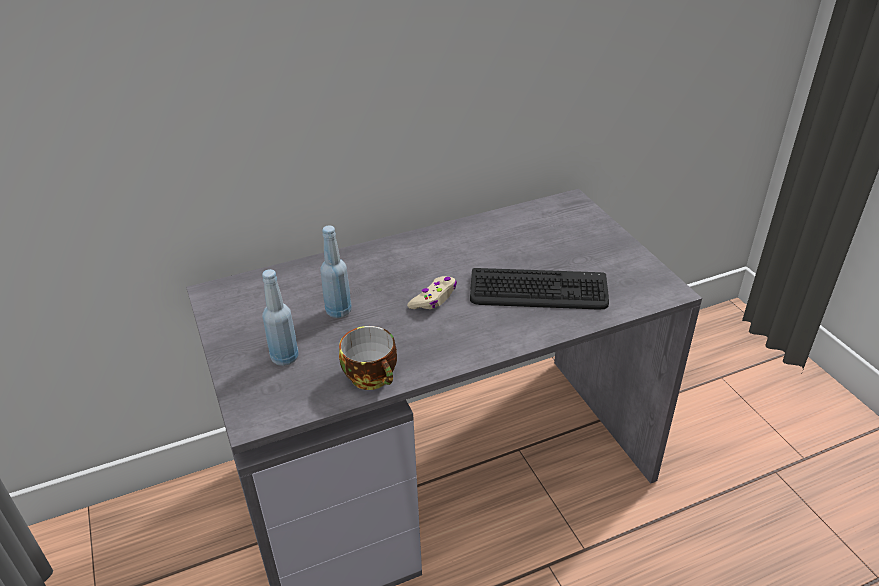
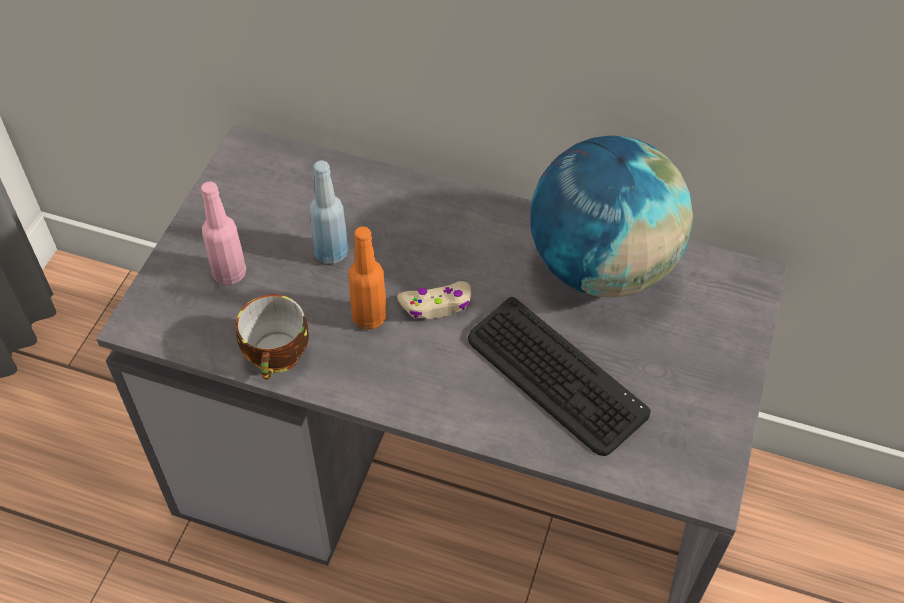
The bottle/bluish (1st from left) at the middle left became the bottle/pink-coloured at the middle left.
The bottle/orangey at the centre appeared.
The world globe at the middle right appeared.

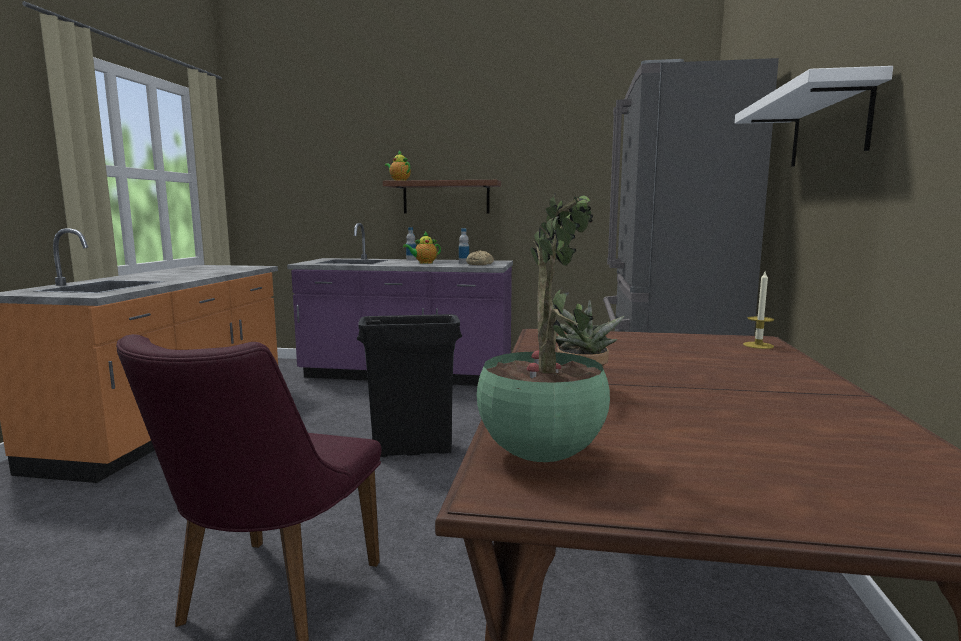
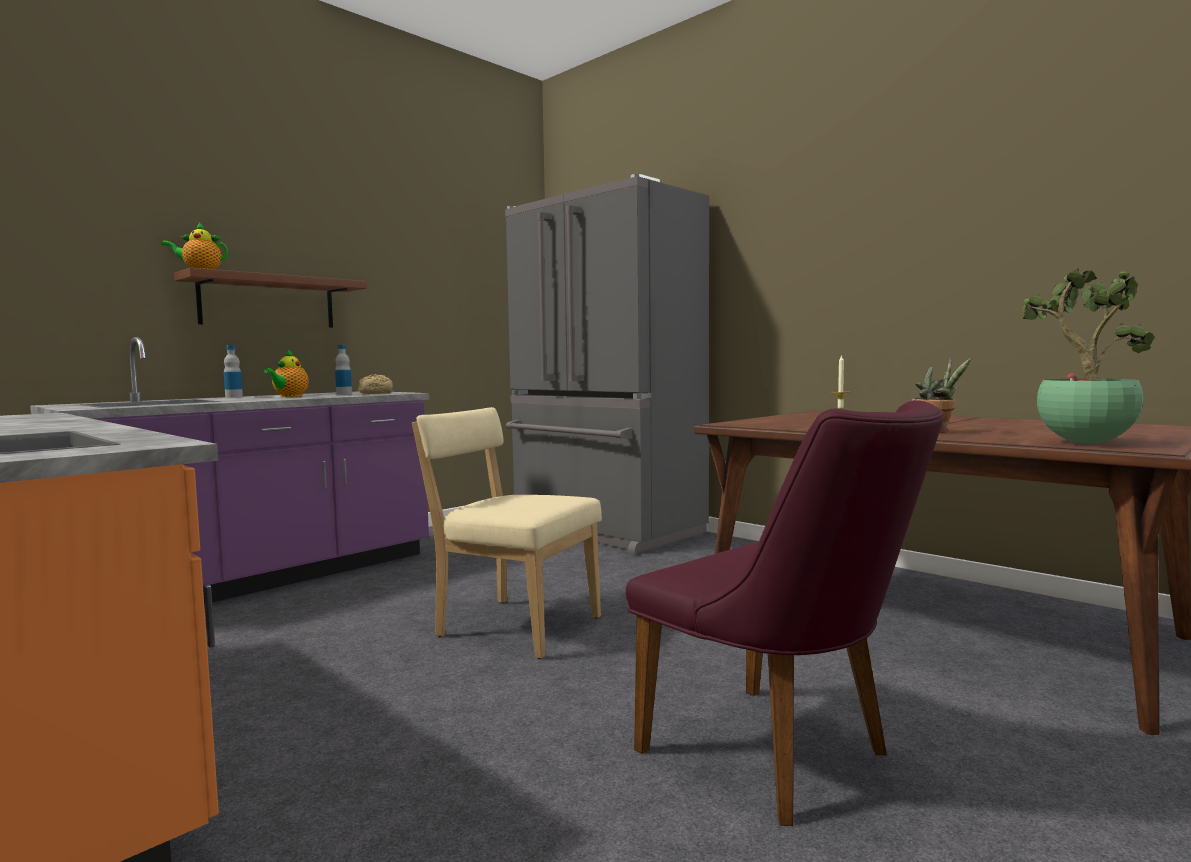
The waste bin/black-coloured at the centre was replaced by the upright chair/beige at the centre.
The shelf/white-coloured at the top right disappeared.

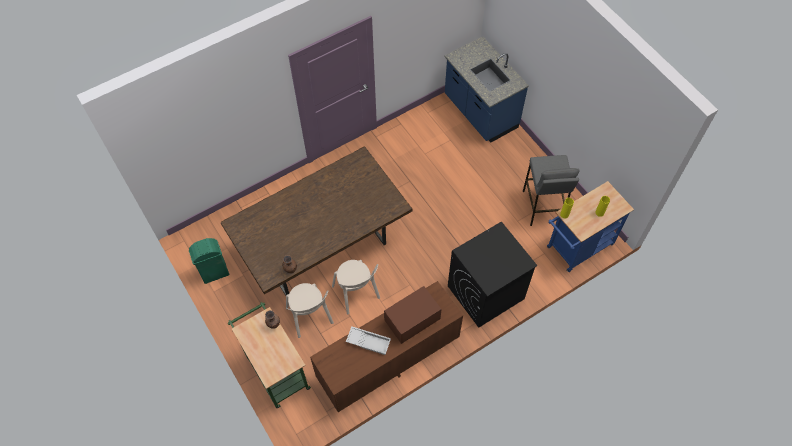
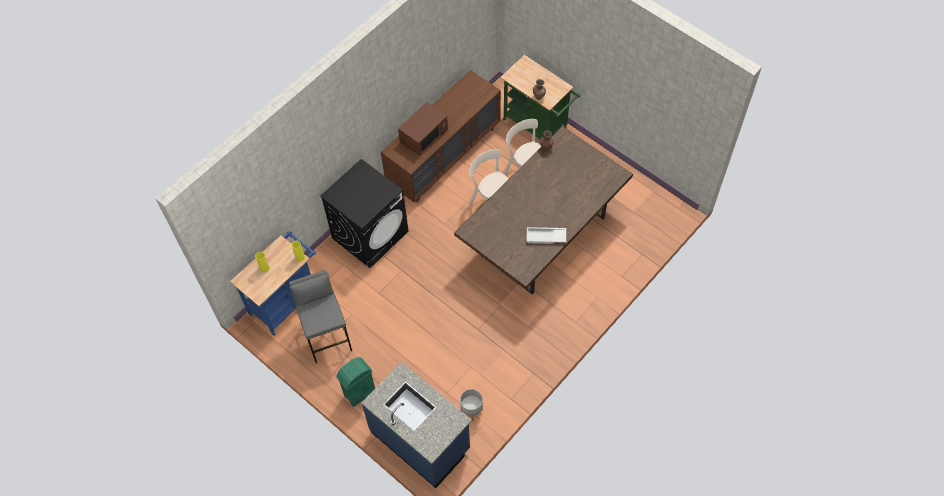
The waste bin/green-coloured moved from the middle left to the bottom centre.
The tray/white-coloured moved from the bottom centre to the centre.
The flower pot/greyish at the bottom centre appeared.

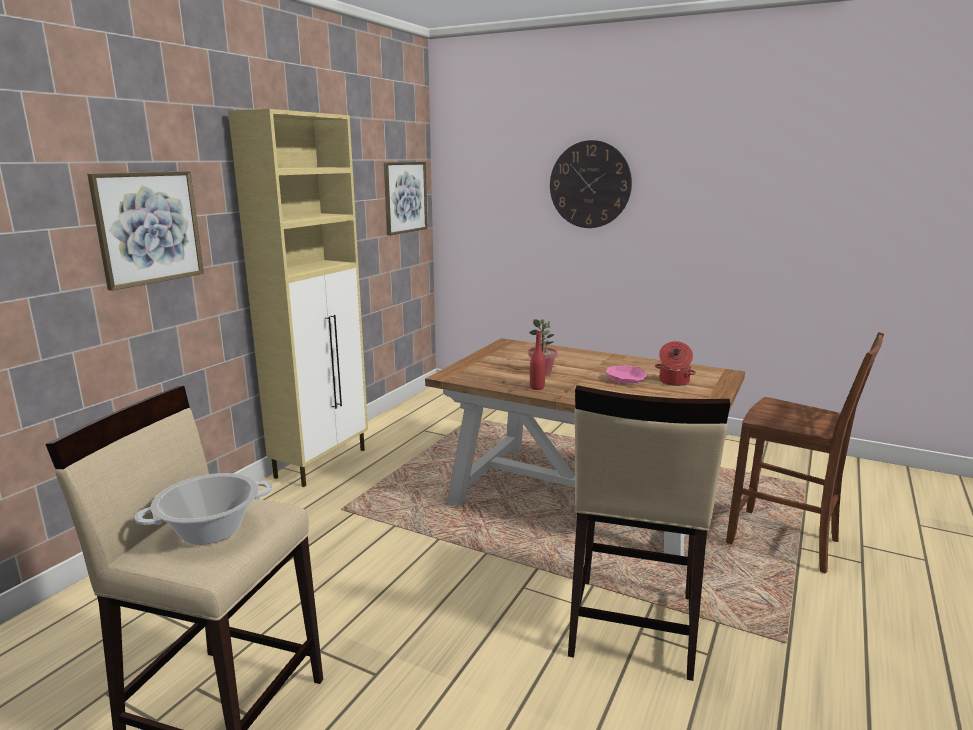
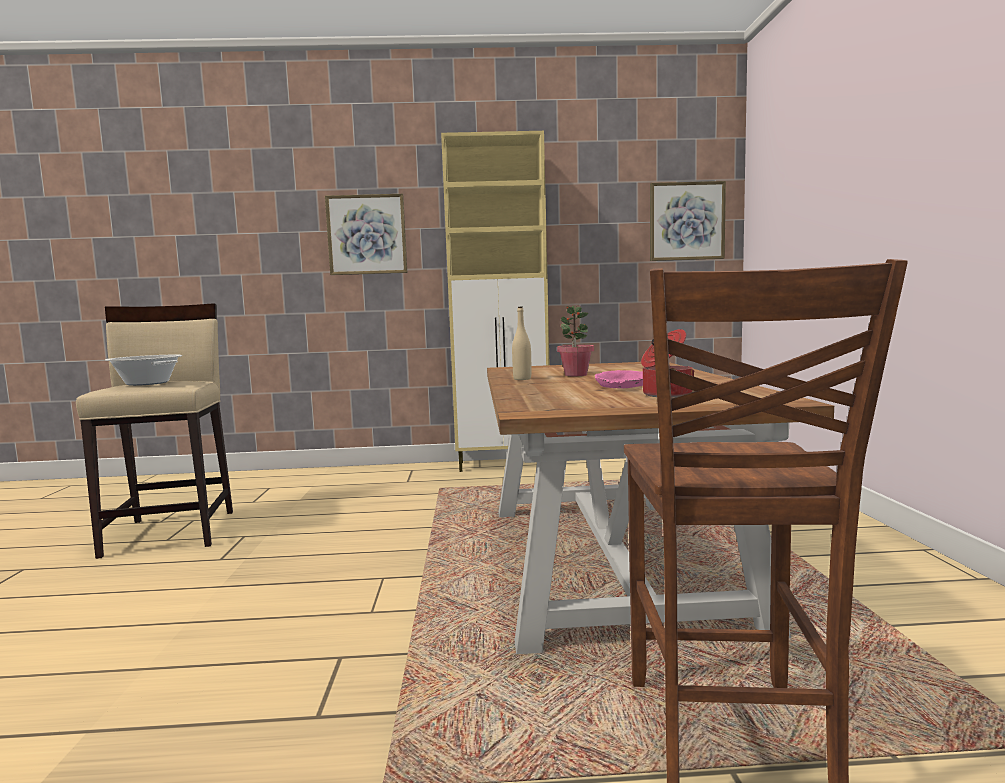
The bottle/red-coloured at the centre became the bottle/beige at the centre.
The wall clock at the top centre disappeared.
The stool seat/beige (2nd from left) at the bottom right disappeared.

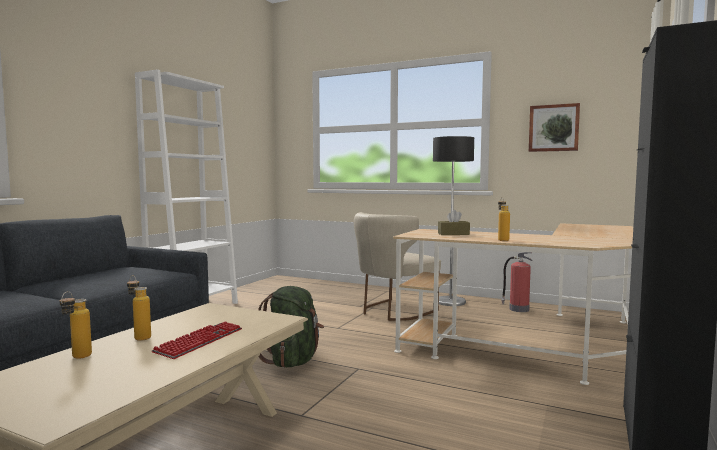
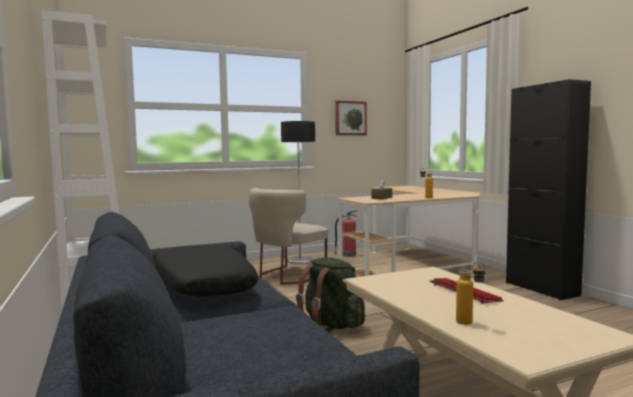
The bottle (2nd from left) at the bottom left disappeared.
The upright chair/beige at the centre turned 45 degrees clockwise.
The throw pillow/black-coloured at the bottom left appeared.

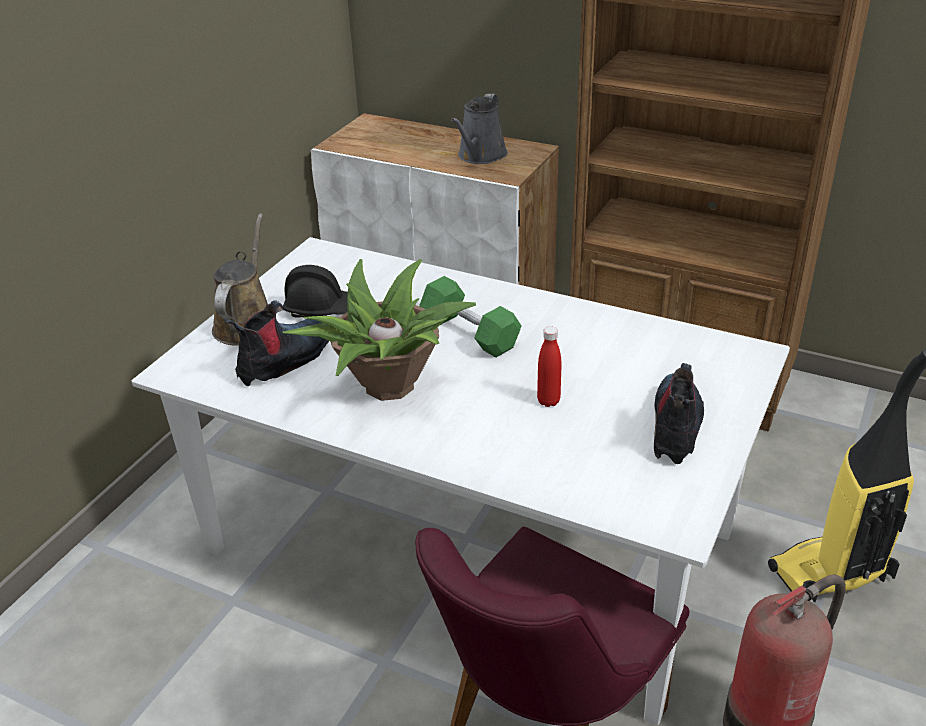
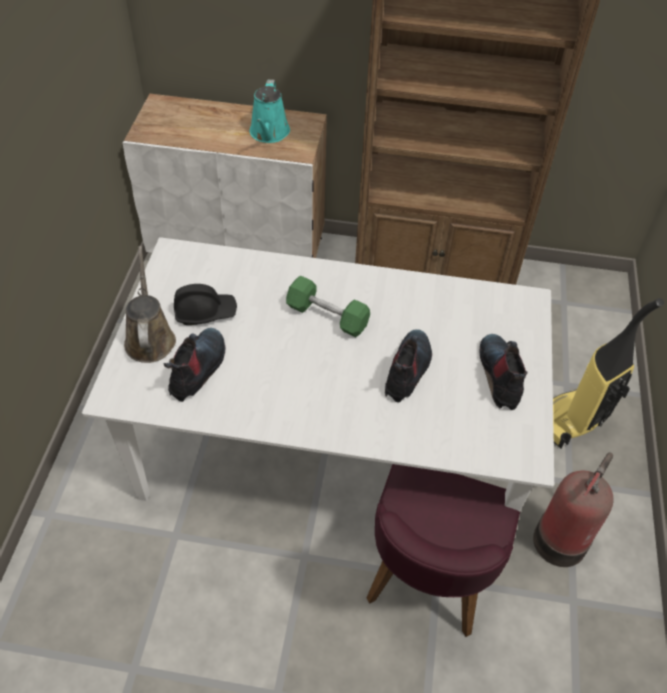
The plant in a pot at the centre disappeared.
The watering can/greyish at the top centre became the watering can/turquoise-coloured at the top centre.
The bottle/red-coloured at the centre was replaced by the high-top boot (2nd from left) at the centre.

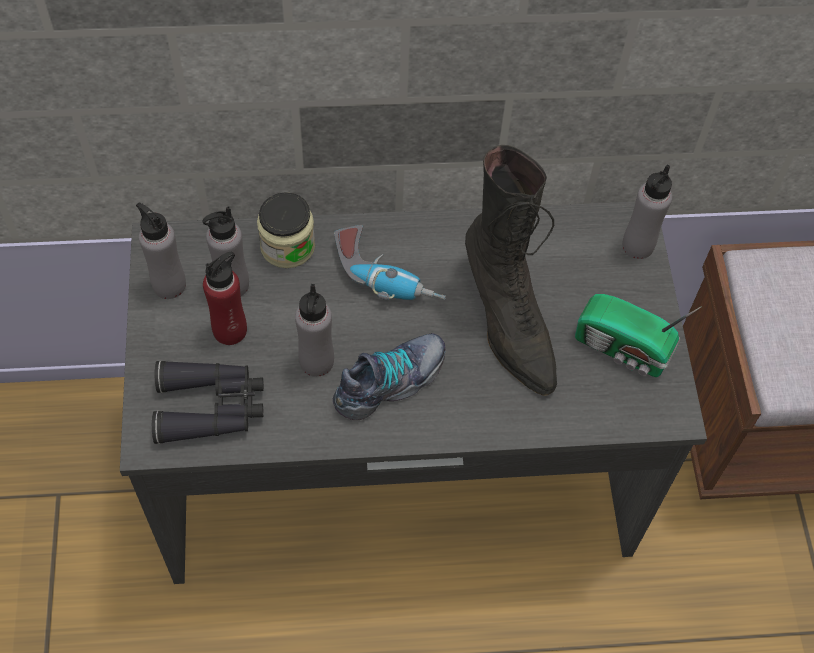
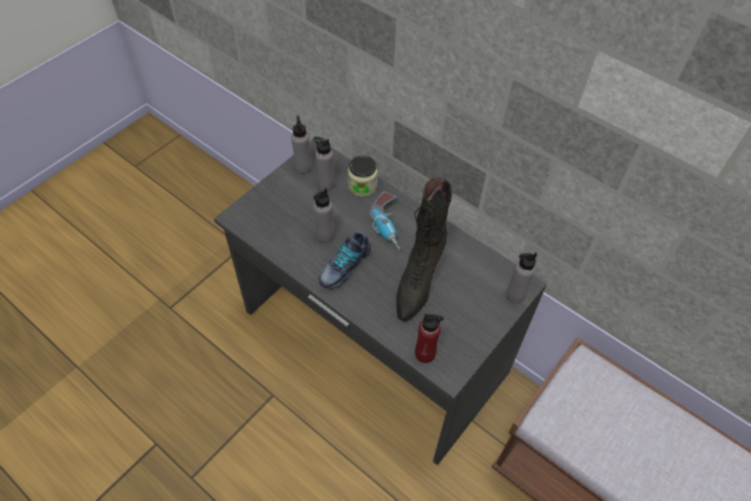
The binoculars/black-coloured at the middle left disappeared.
The bottle/red-coloured moved from the middle left to the bottom centre.
The low shoe at the centre turned 120 degrees clockwise.
The radio at the middle right disappeared.

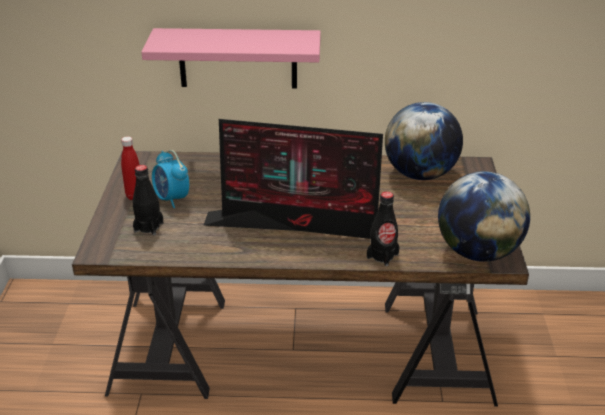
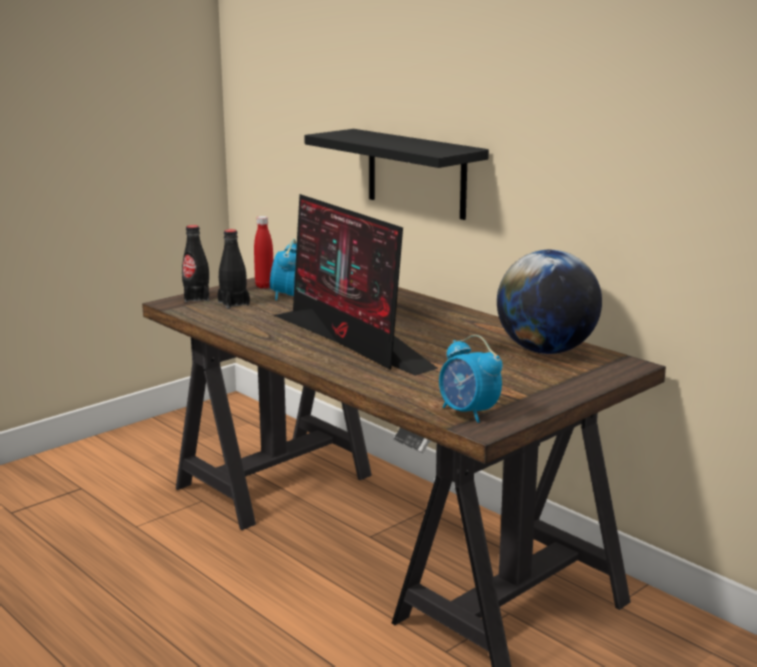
The shelf/pink-coloured at the top centre became the shelf/black-coloured at the top centre.
The bottle/black-coloured (2nd from left in the first image) moved from the centre to the middle left.
The world globe (2nd from left) at the middle right was replaced by the alarm clock (2nd from left) at the centre.

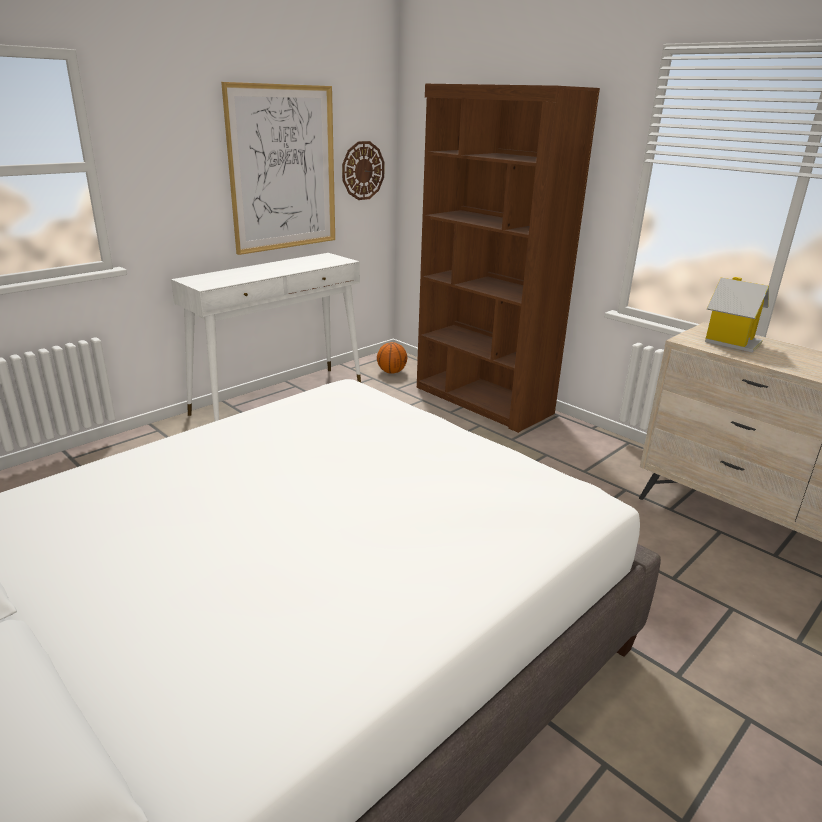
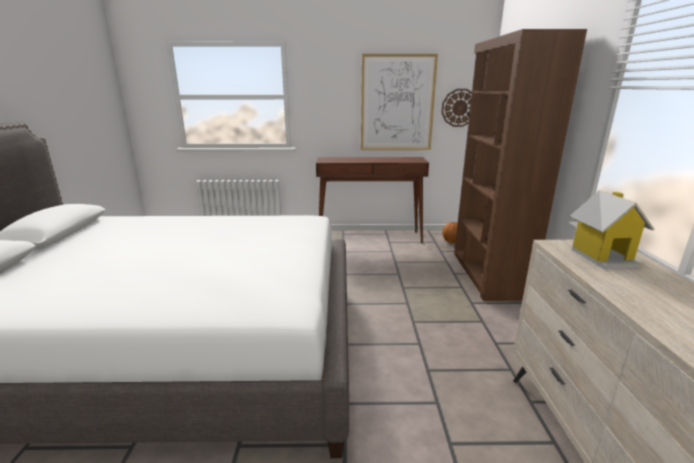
The narrow table/white-coloured at the middle left became the narrow table/brown at the centre.

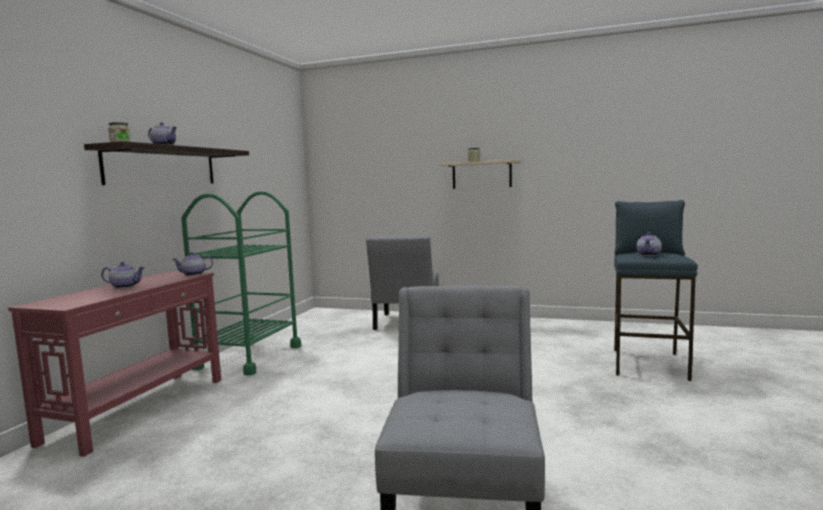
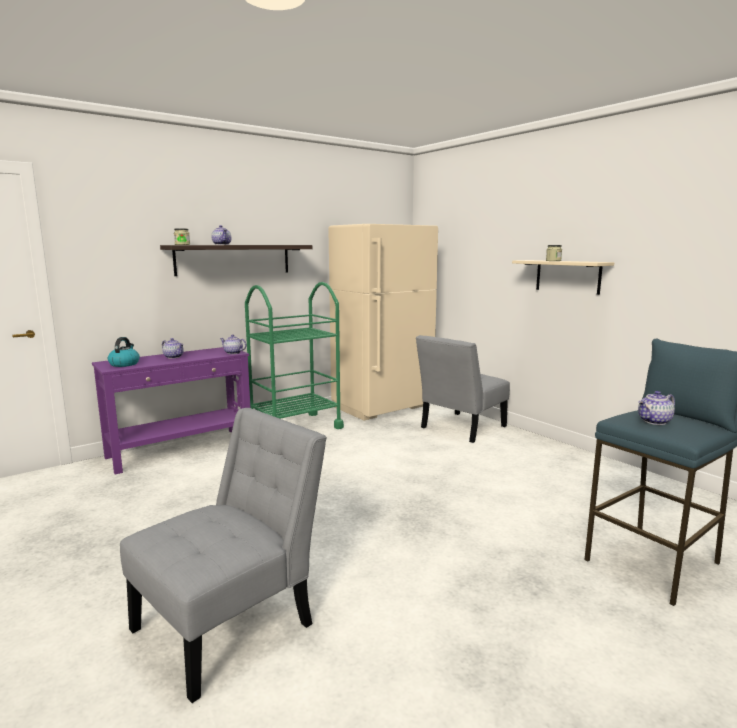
The narrow table/red-coloured at the bottom left became the narrow table/purple-coloured at the middle left.
The tea kettle at the middle left appeared.
The fridge/beige at the centre appeared.

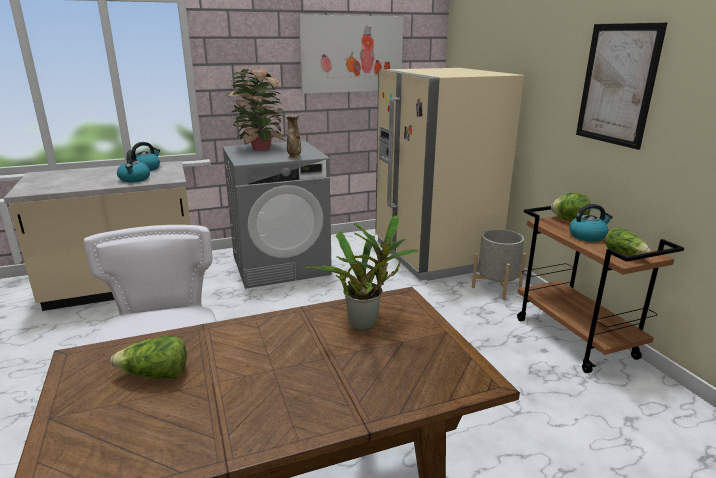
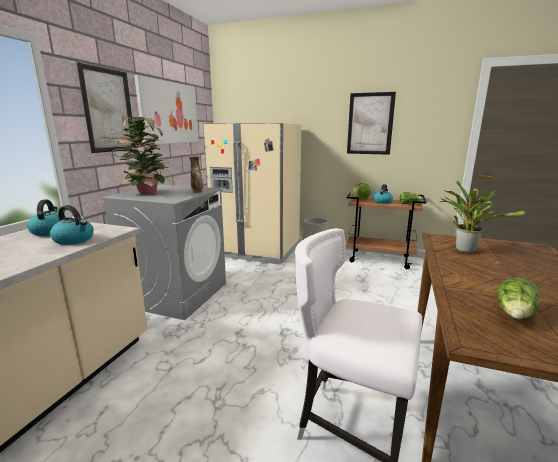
The picture (1st from left) at the top left appeared.

